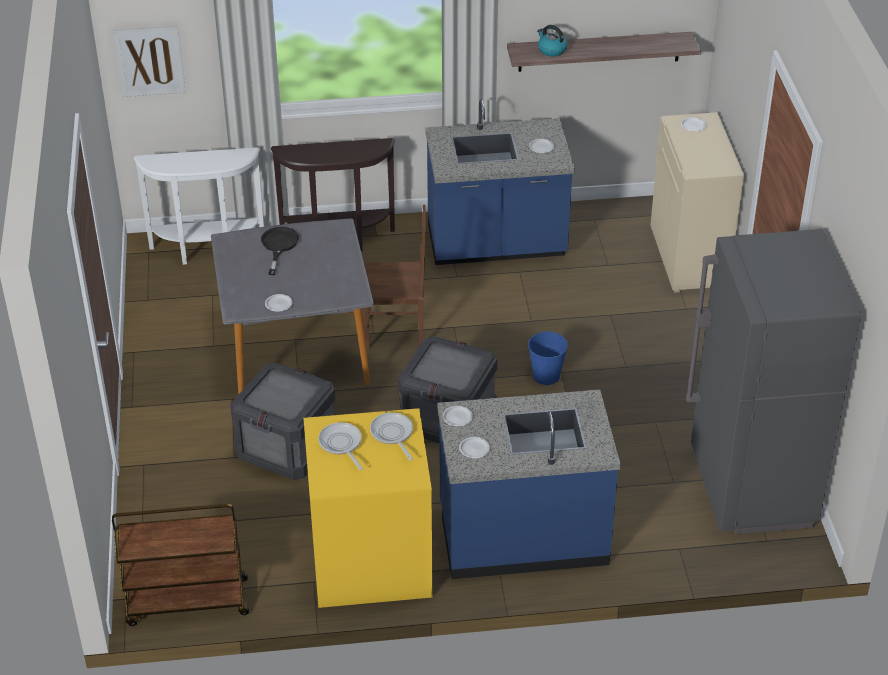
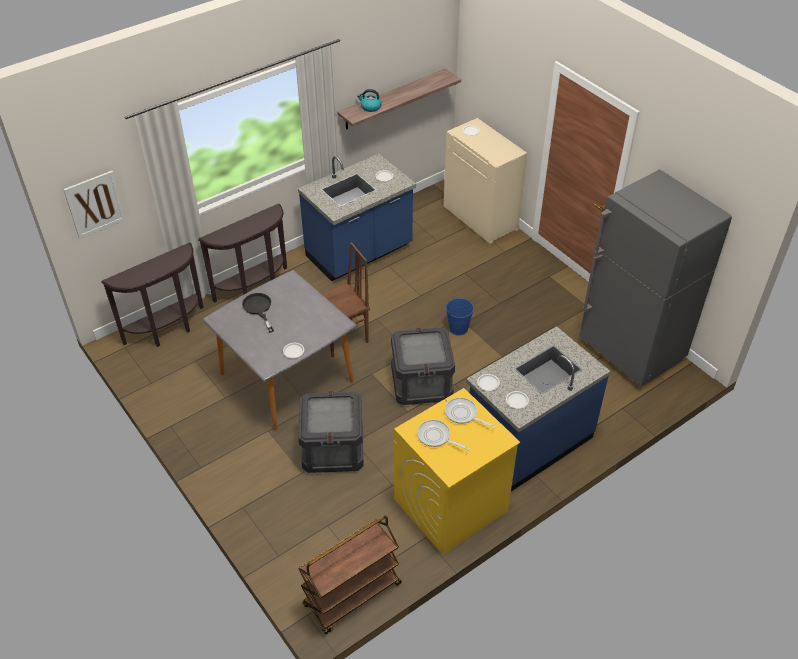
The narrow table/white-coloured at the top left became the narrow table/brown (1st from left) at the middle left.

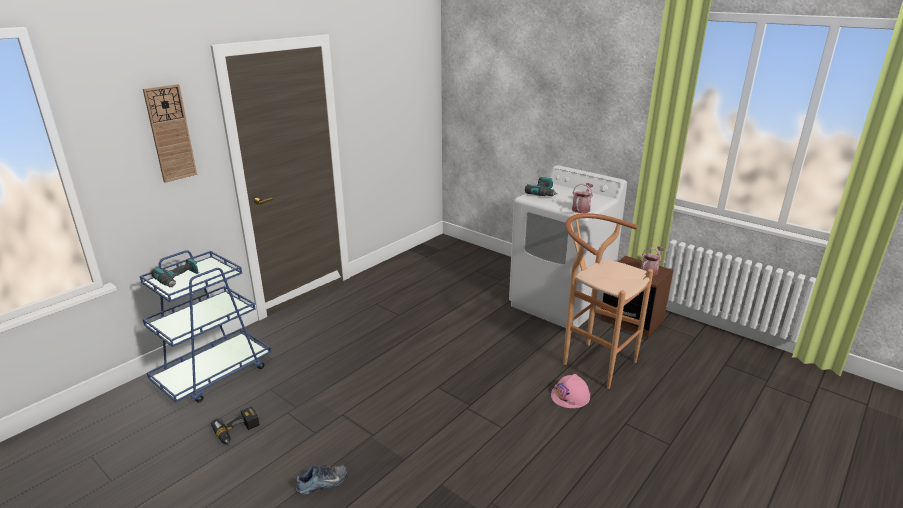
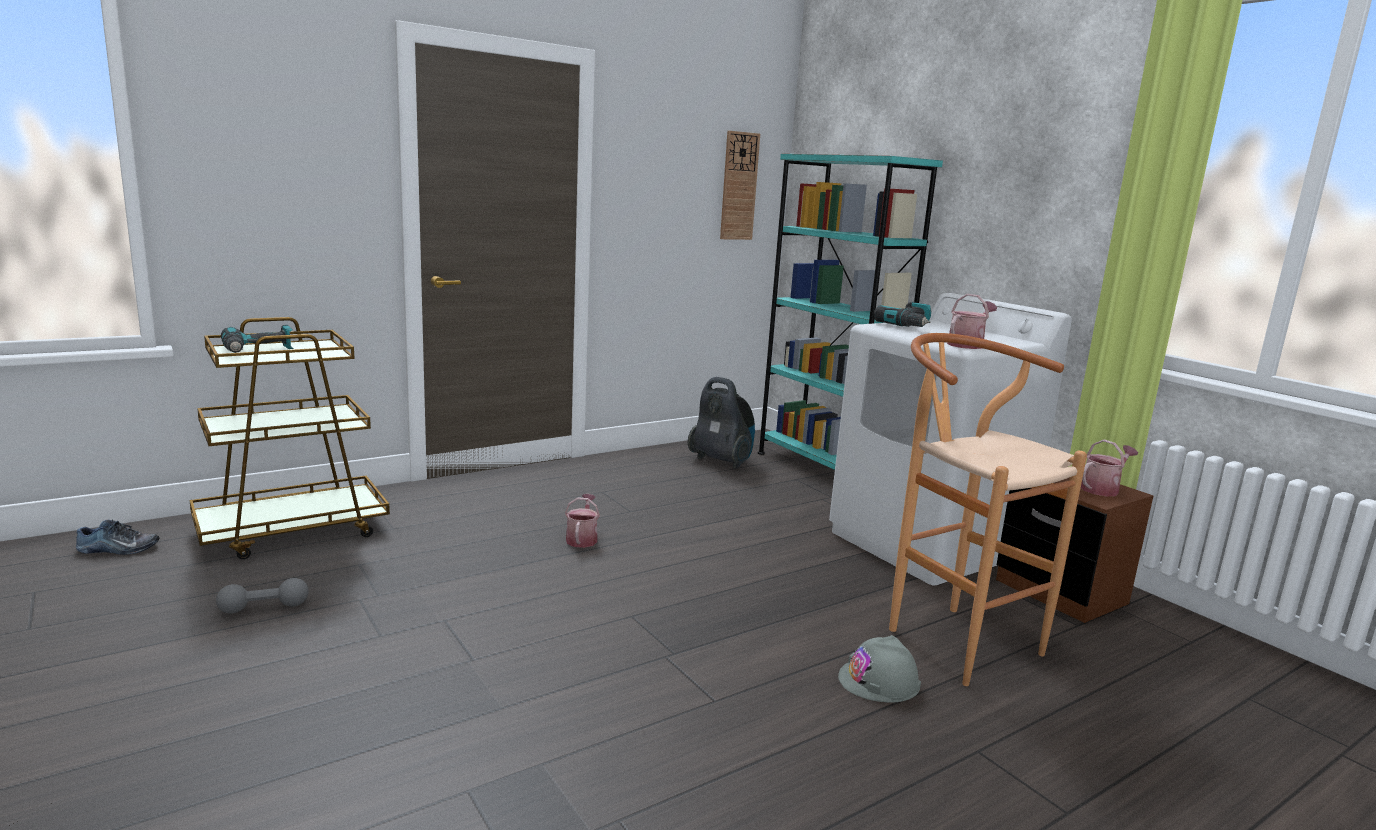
The trolley/bluish at the middle left became the trolley/brown at the middle left.
The wall clock moved from the top left to the top centre.
The drill (2nd from left) at the bottom left was replaced by the hand weight/greyish at the bottom left.
The low shoe moved from the bottom centre to the middle left.
The hard hat/pink-coloured at the bottom centre became the hard hat/greyish at the bottom centre.
The watering can (1st from left) at the centre appeared.
The vacuum at the centre appeared.
The bookshelf/turquoise-coloured at the centre appeared.

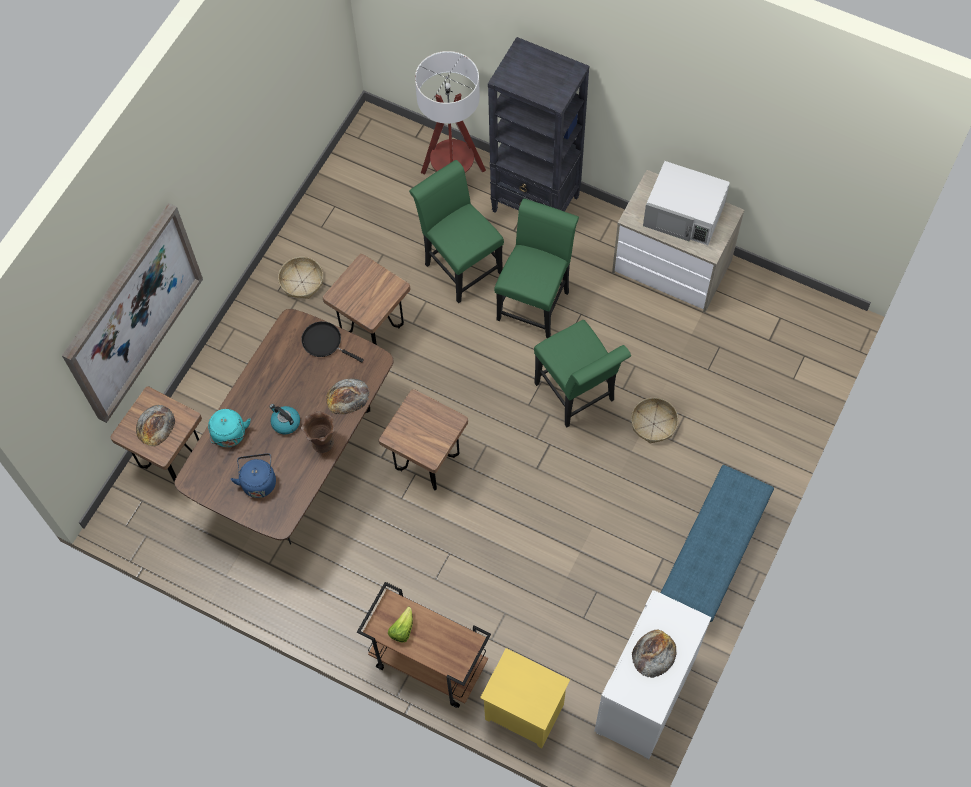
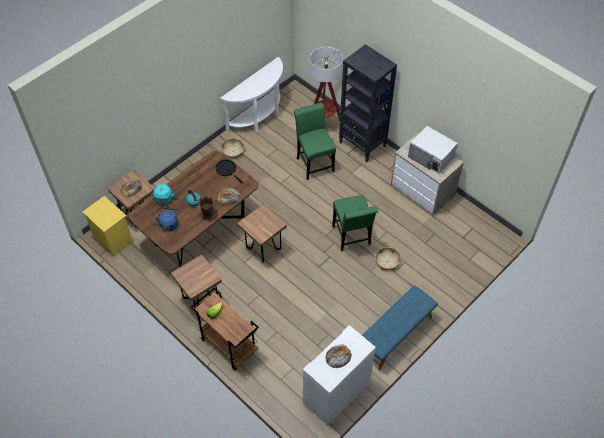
The picture at the middle left disappeared.
The stool seat/brown (2nd from left) moved from the centre to the middle left.
The night table/yellow moved from the bottom centre to the middle left.
The upright chair/green-coloured (2nd from left) at the centre disappeared.
The narrow table/white-coloured at the top centre appeared.

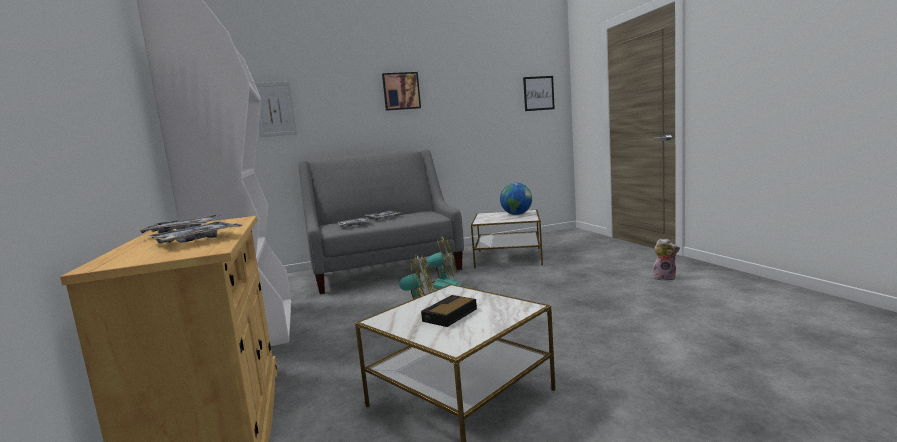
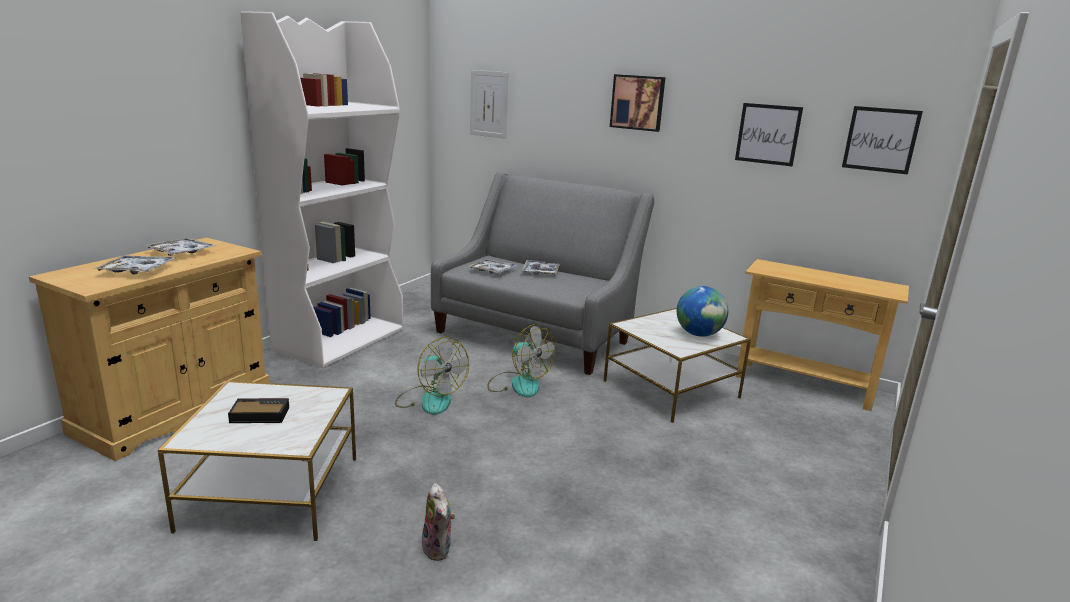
The plush toy moved from the middle right to the bottom centre.
The picture (3rd from left) at the top right appeared.
The narrow table/beige at the middle right appeared.

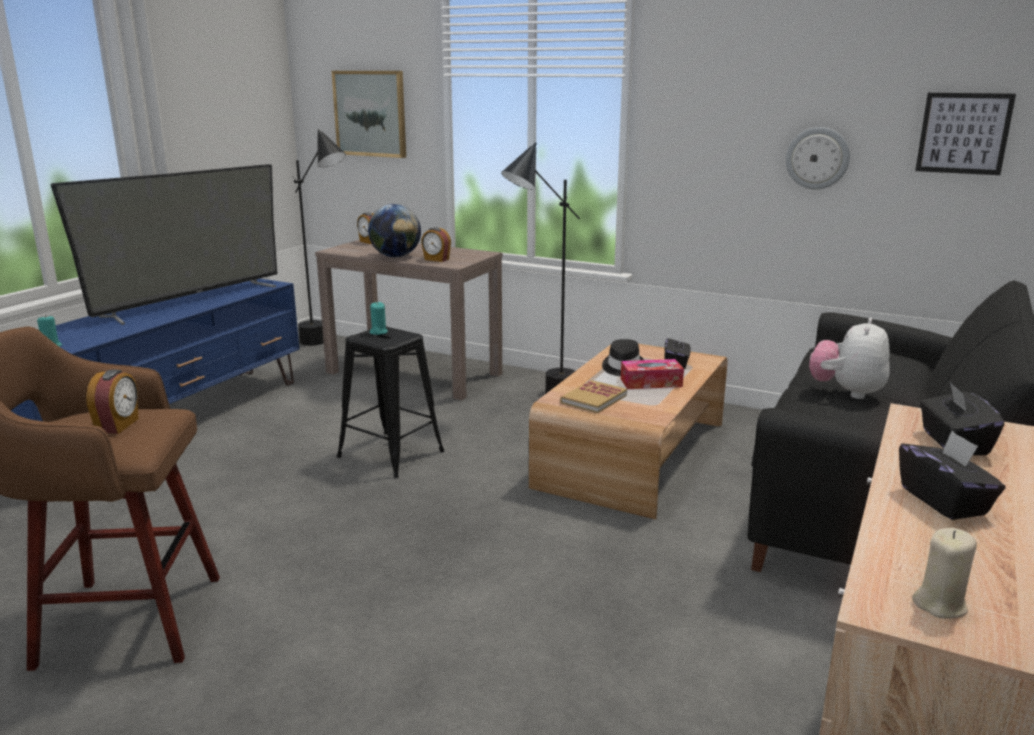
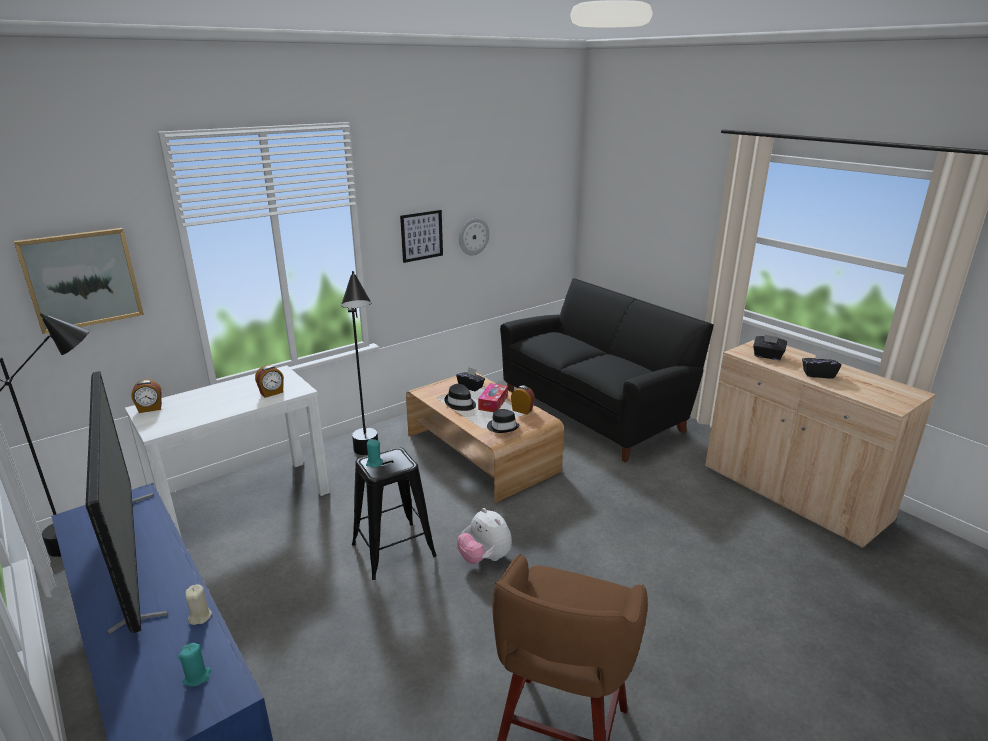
The alarm clock (1st from left in the first image) moved from the middle left to the centre.
The narrow table/brown at the centre became the narrow table/white-coloured at the middle left.
The world globe at the top centre disappeared.
The bound book at the centre was replaced by the wearable hat/black-coloured (2nd from left) at the centre.
The plush toy moved from the middle right to the bottom centre.
The wax candle/beige moved from the bottom right to the bottom left.
The picture (2nd from left) moved from the top right to the top centre.

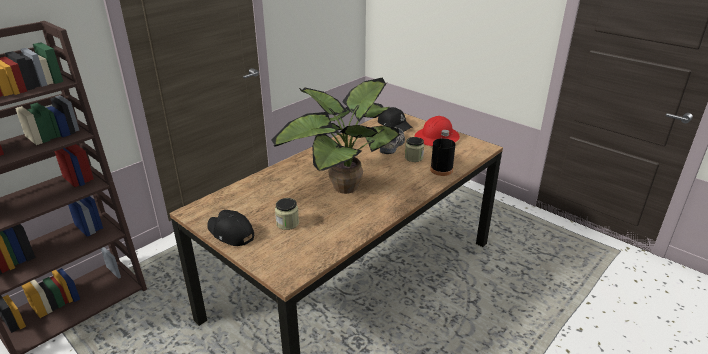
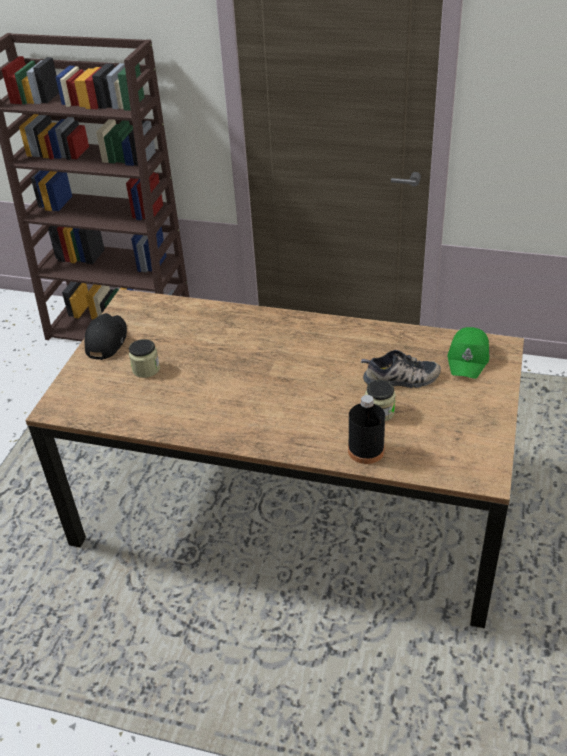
The plant in a pot at the centre disappeared.
The cap/black-coloured (2nd from left) at the centre became the cap/green-coloured at the middle right.
The hard hat/red-coloured at the centre disappeared.

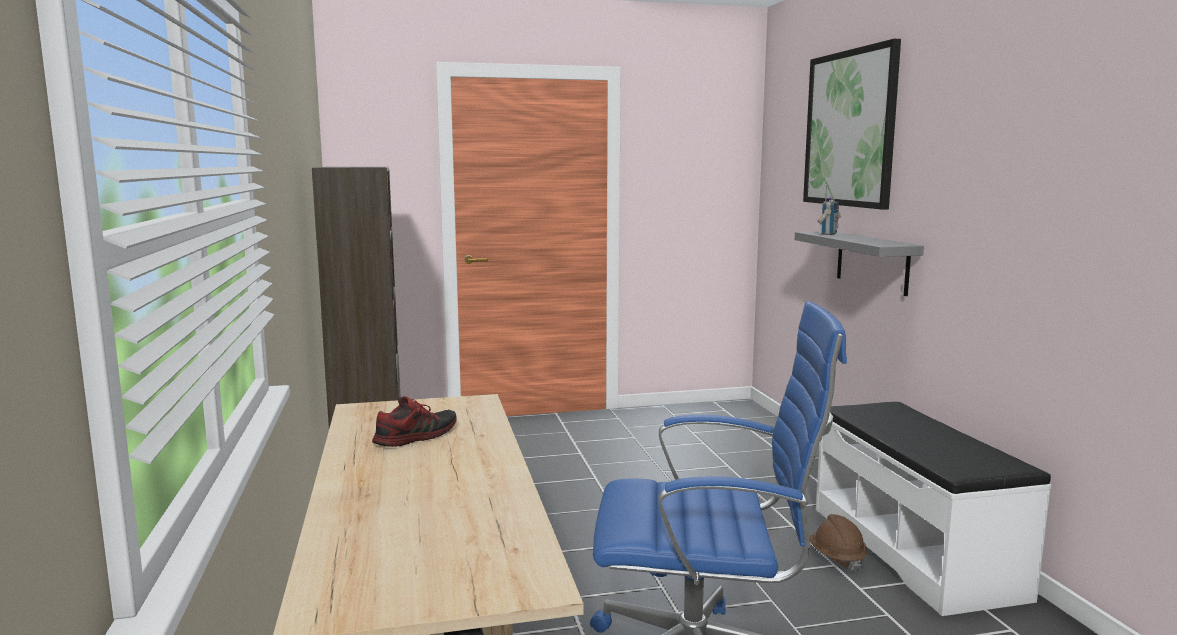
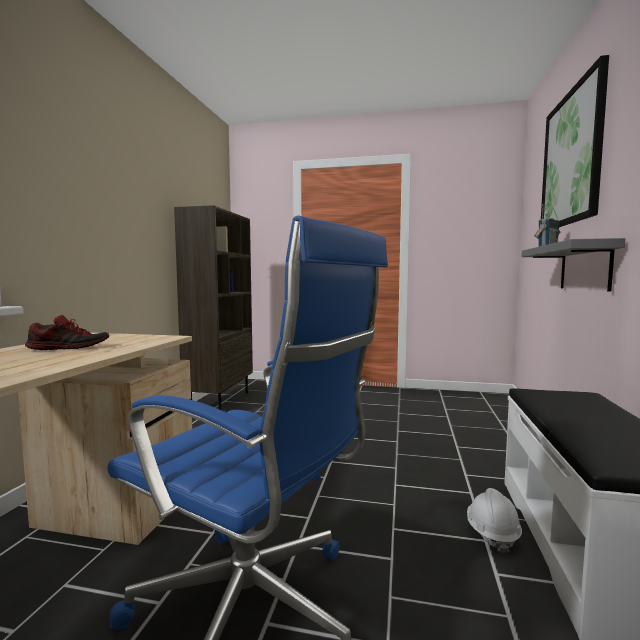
The hard hat/brown at the bottom right became the hard hat/white-coloured at the bottom right.

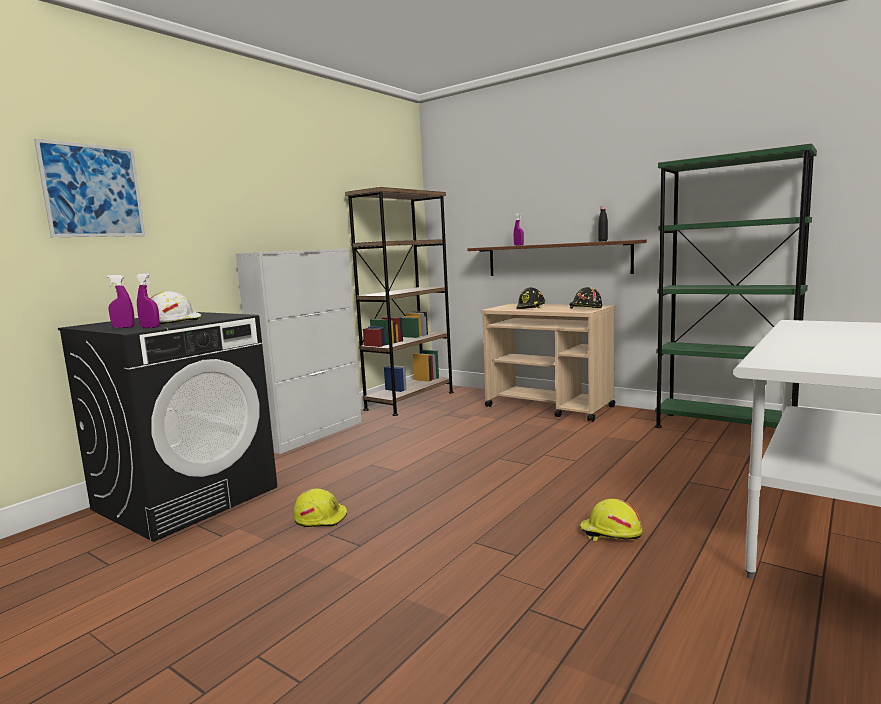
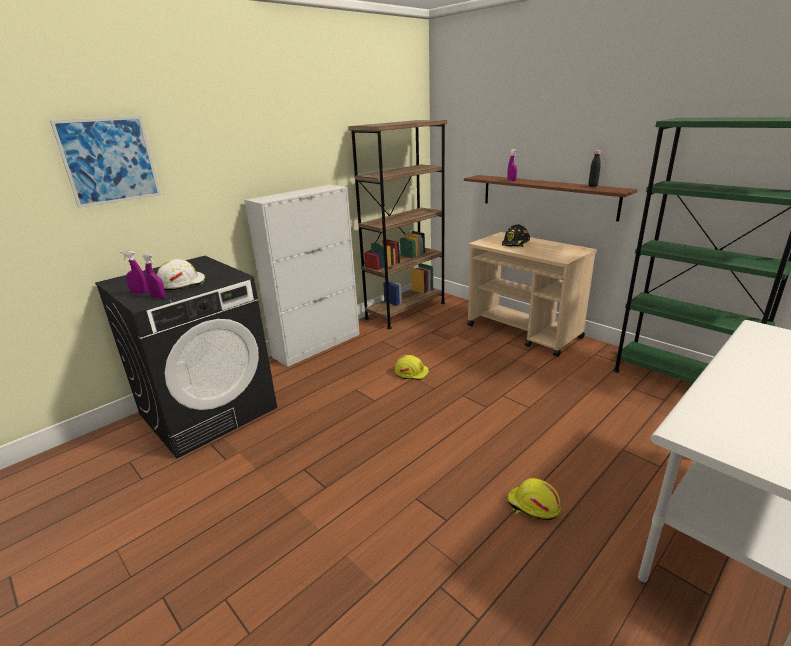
The hard hat/yellow (1st from left) moved from the bottom centre to the centre.
The hard hat/black-coloured (2nd from left) at the centre disappeared.

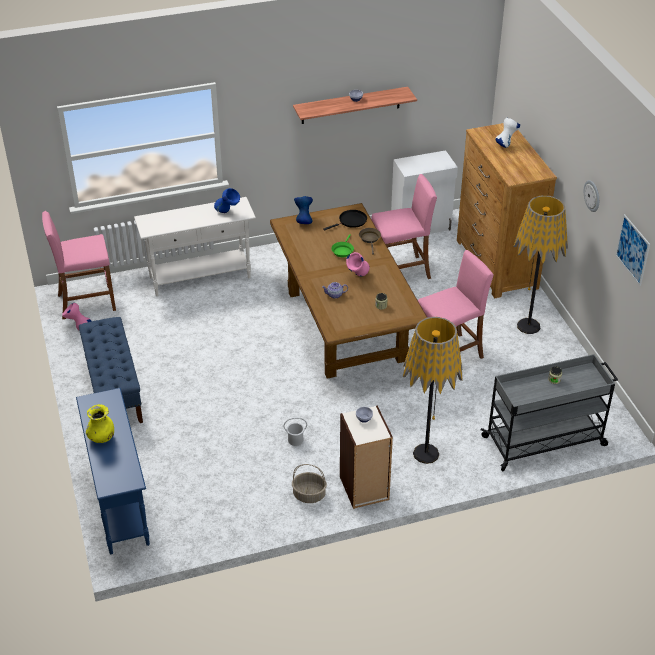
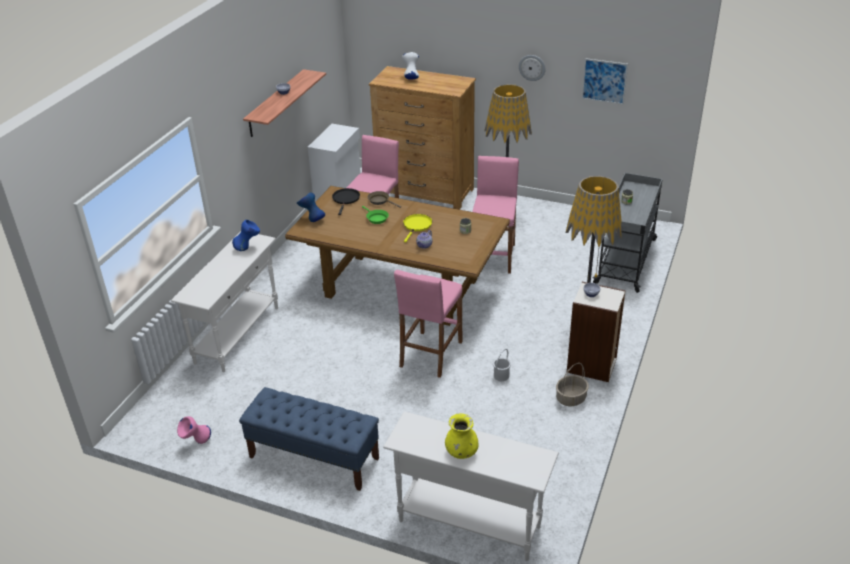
The stool seat/pink-coloured (1st from left in the first image) moved from the middle left to the centre.
The narrow table/bluish at the bottom left became the narrow table/white-coloured (2nd from left) at the bottom centre.
The vase/pink-coloured (2nd from left) at the centre was replaced by the skillet/yellow at the centre.

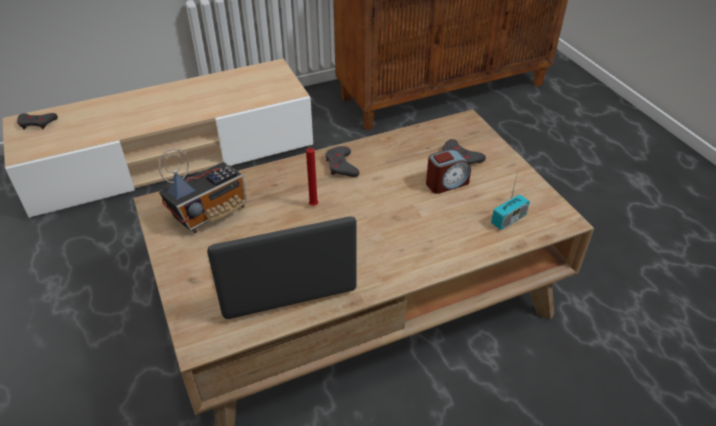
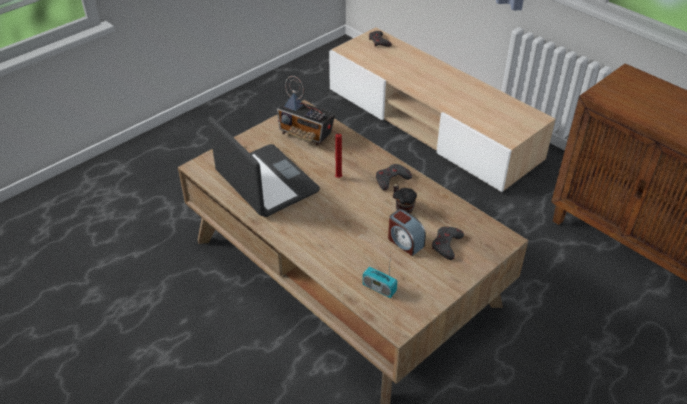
The mug at the centre appeared.

